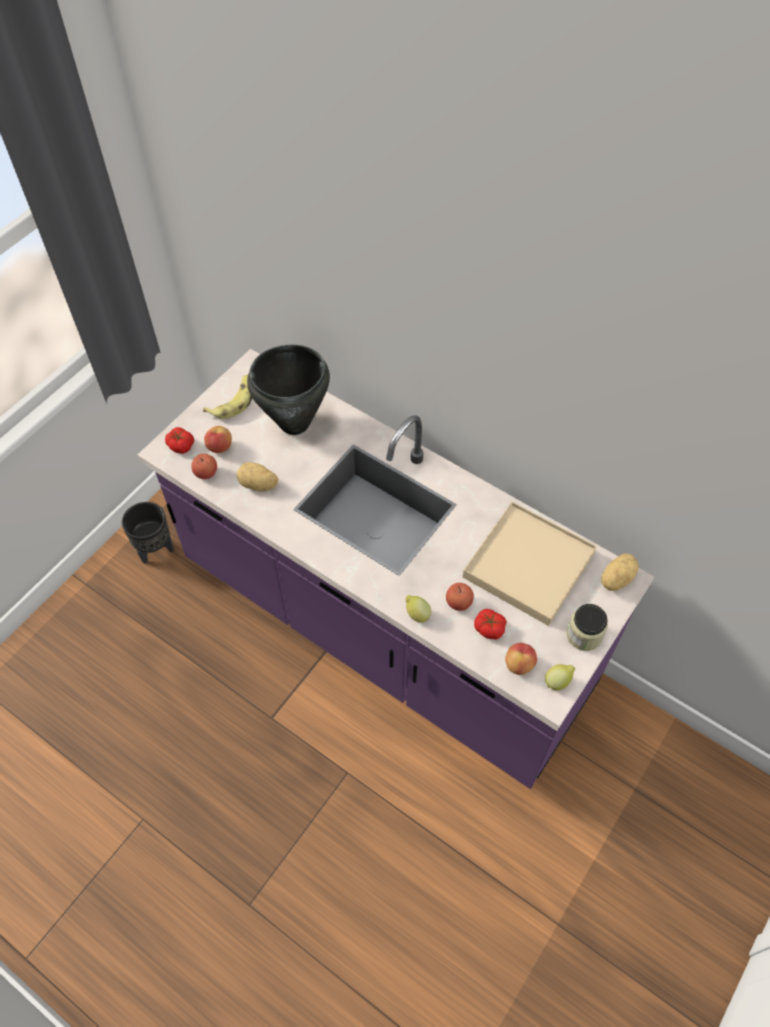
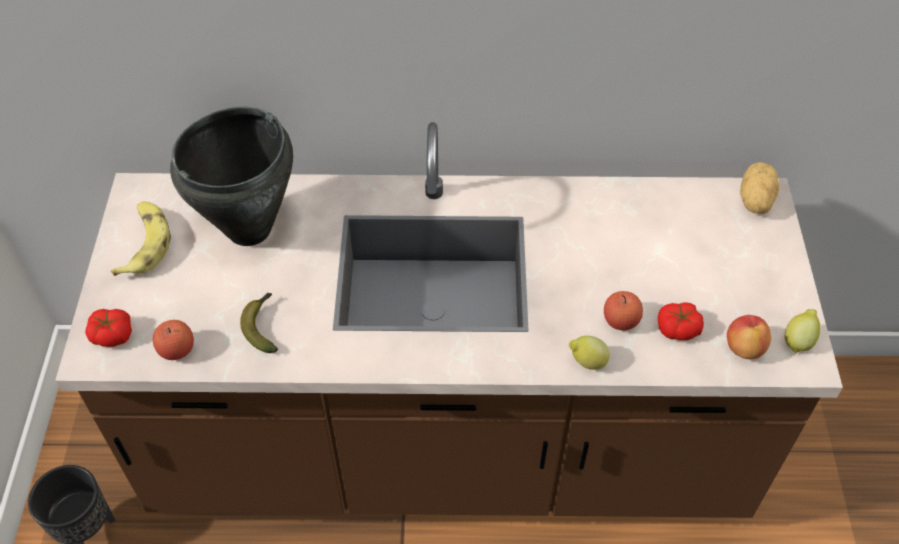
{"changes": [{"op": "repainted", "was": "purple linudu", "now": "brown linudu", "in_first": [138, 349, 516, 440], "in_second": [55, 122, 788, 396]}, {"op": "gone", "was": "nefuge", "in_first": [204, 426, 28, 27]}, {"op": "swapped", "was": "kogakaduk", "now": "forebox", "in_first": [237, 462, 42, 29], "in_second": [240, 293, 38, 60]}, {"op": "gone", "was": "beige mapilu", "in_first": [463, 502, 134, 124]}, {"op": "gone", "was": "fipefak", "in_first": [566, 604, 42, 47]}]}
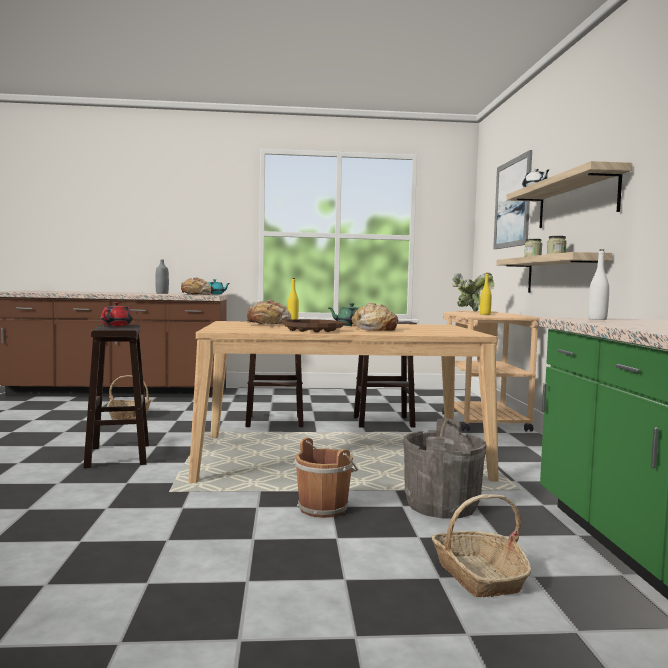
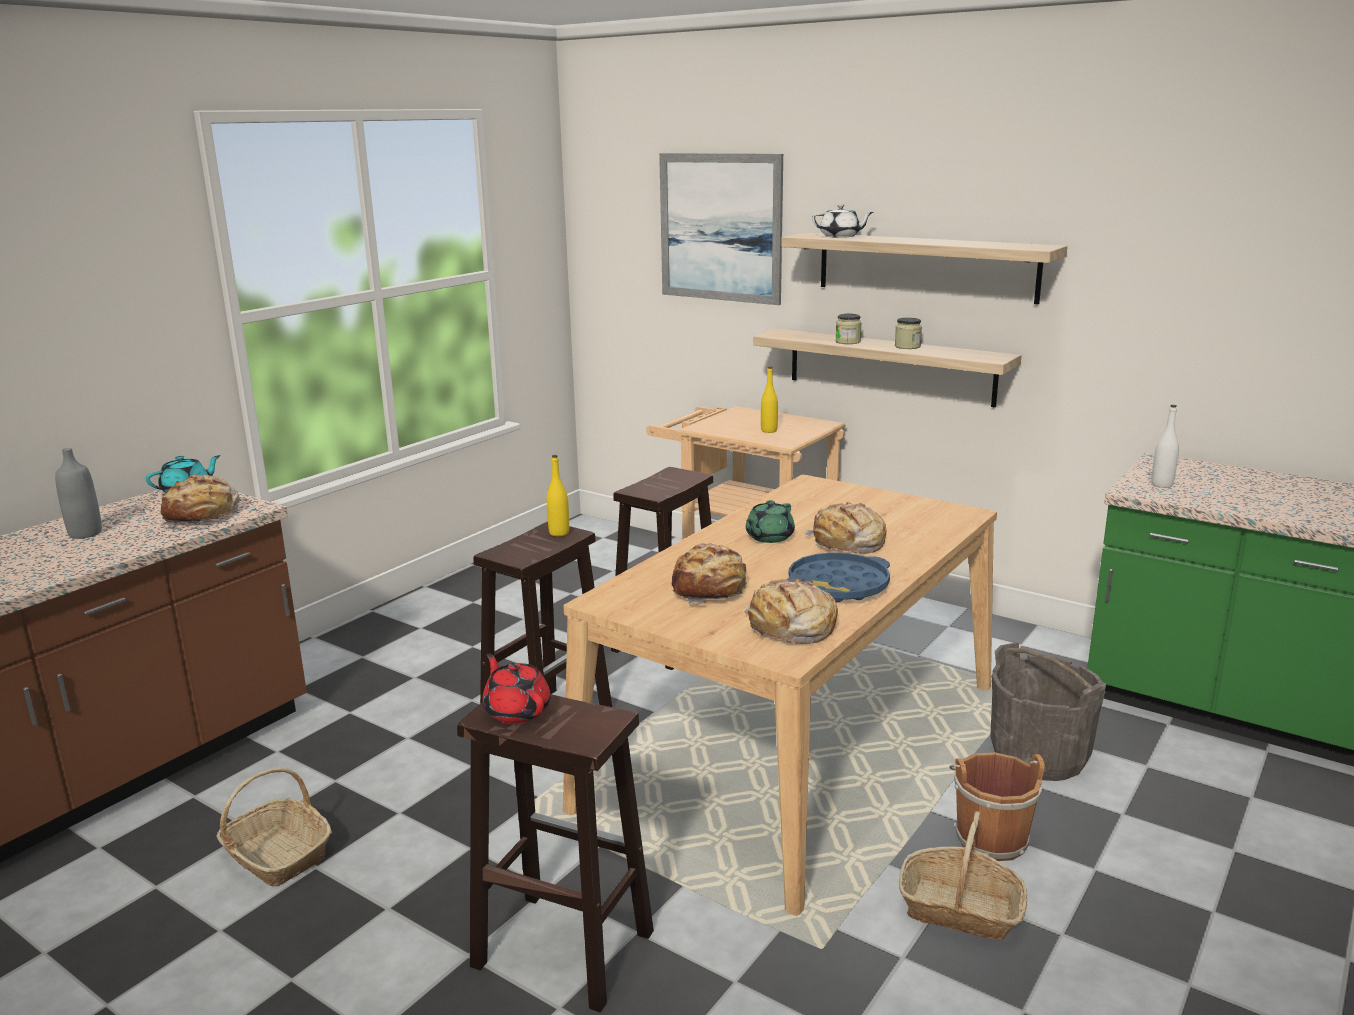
{"changes": [{"op": "gone", "was": "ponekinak", "in_first": [452, 273, 43, 39]}, {"op": "repainted", "was": "brown mapilu", "now": "blue mapilu", "in_first": [280, 319, 68, 13], "in_second": [787, 553, 103, 49]}, {"op": "shifted", "was": "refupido", "in_first": [432, 494, 100, 103], "in_second": [899, 811, 128, 130]}, {"op": "new", "now": "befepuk", "in_second": [744, 578, 94, 66]}]}
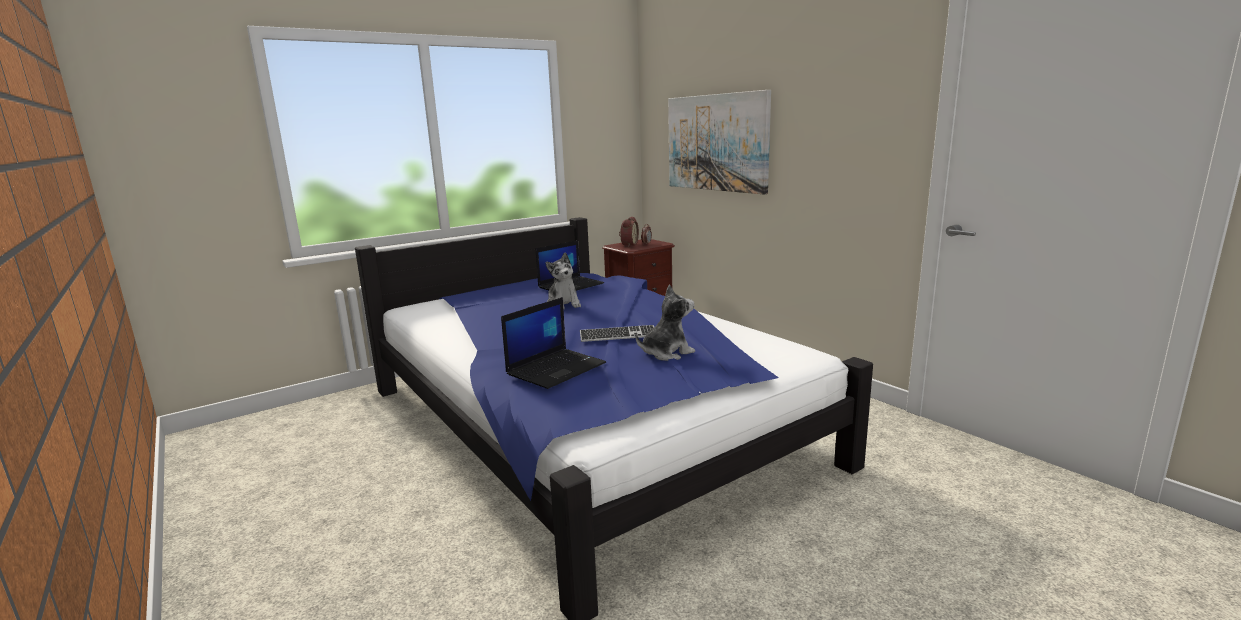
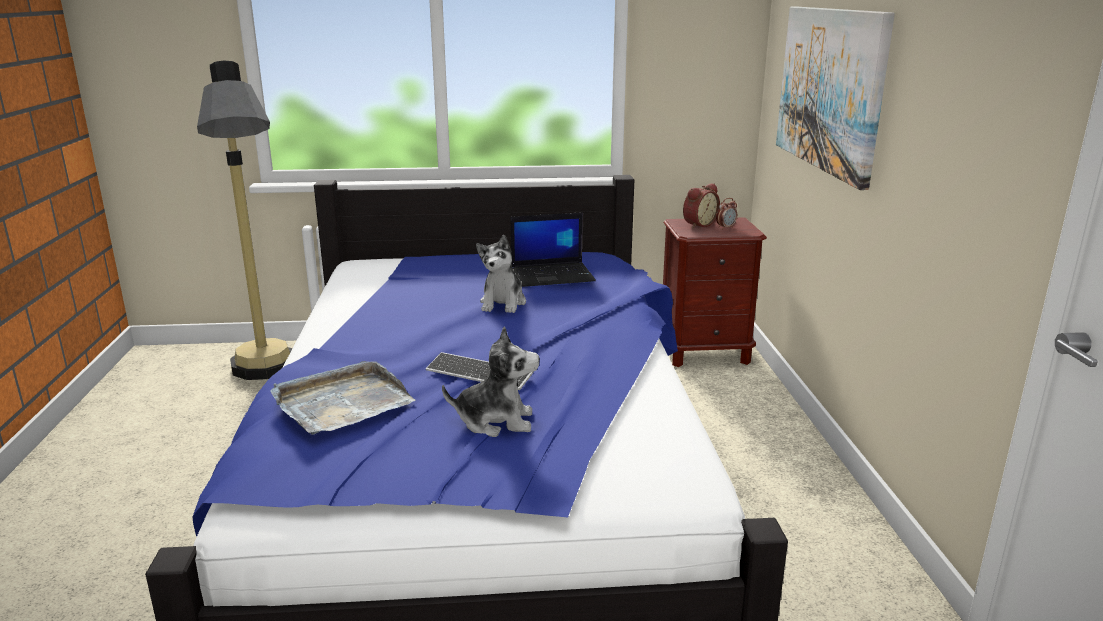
{"changes": [{"op": "swapped", "was": "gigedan", "now": "grey mapilu", "in_first": [501, 297, 105, 92], "in_second": [270, 361, 145, 74]}, {"op": "new", "now": "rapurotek", "in_second": [197, 60, 95, 320]}]}
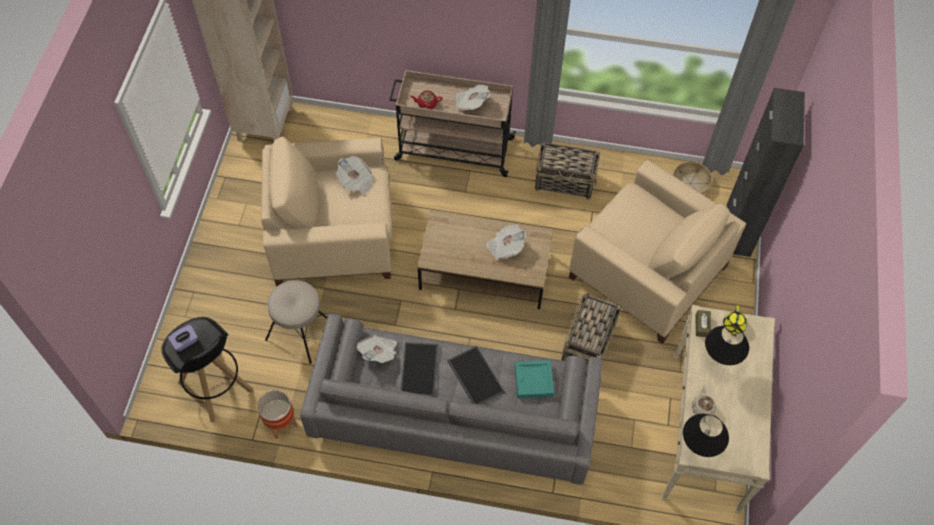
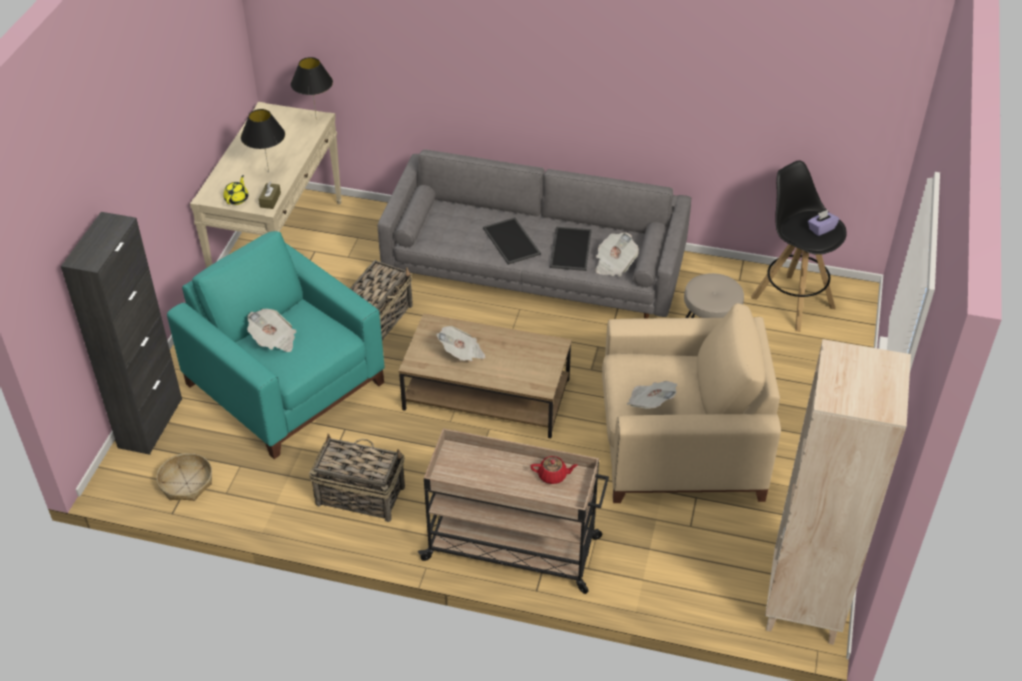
{"changes": [{"op": "shifted", "was": "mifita", "in_first": [456, 85, 34, 25], "in_second": [247, 309, 49, 43]}, {"op": "repainted", "was": "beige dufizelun", "now": "turquoise dufizelun", "in_first": [569, 160, 177, 184], "in_second": [167, 231, 218, 228]}, {"op": "gone", "was": "turquoise mapilu", "in_first": [515, 360, 39, 39]}, {"op": "gone", "was": "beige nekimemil", "in_first": [692, 384, 24, 38]}, {"op": "gone", "was": "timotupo", "in_first": [257, 390, 40, 49]}]}
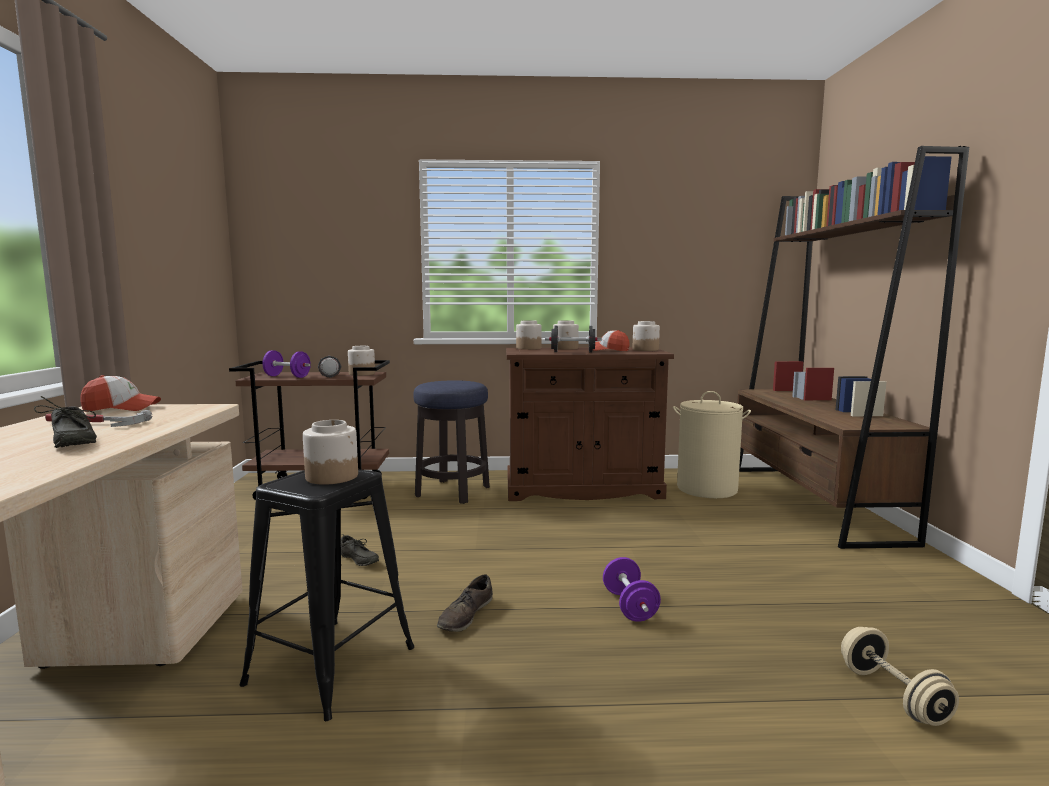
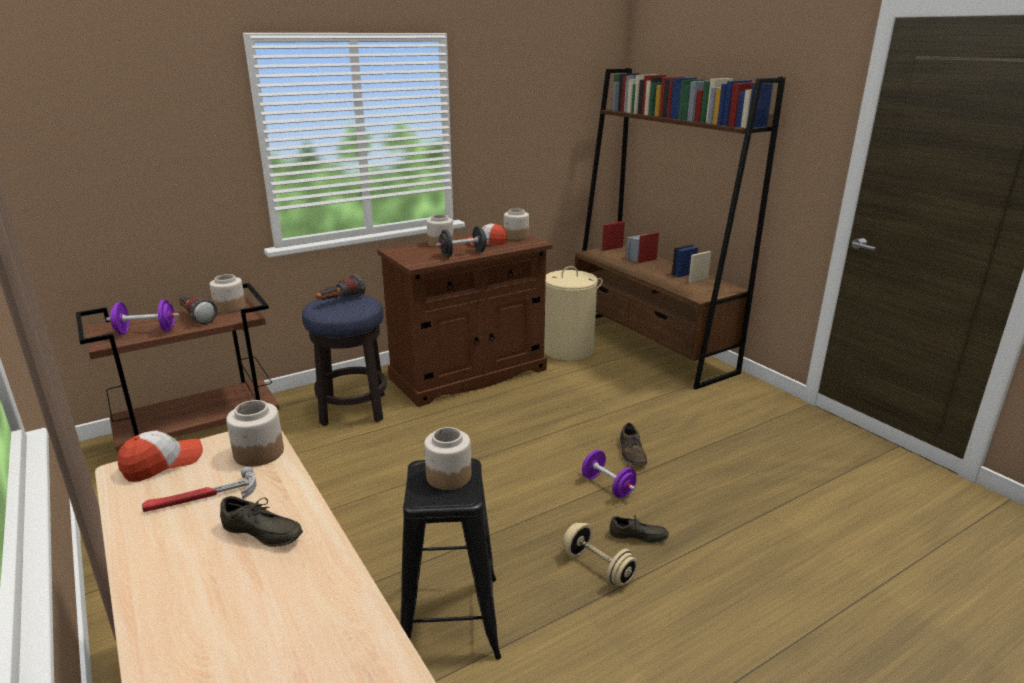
{"changes": [{"op": "shifted", "was": "fipefak", "in_first": [516, 320, 26, 30], "in_second": [226, 400, 58, 67]}, {"op": "shifted", "was": "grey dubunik", "in_first": [341, 534, 38, 32], "in_second": [610, 515, 59, 29]}, {"op": "shifted", "was": "brown dubunik", "in_first": [437, 574, 56, 58], "in_second": [620, 423, 27, 43]}, {"op": "shifted", "was": "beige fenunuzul", "in_first": [841, 627, 118, 99], "in_second": [563, 523, 75, 63]}, {"op": "new", "now": "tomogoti", "in_second": [315, 274, 50, 26]}]}
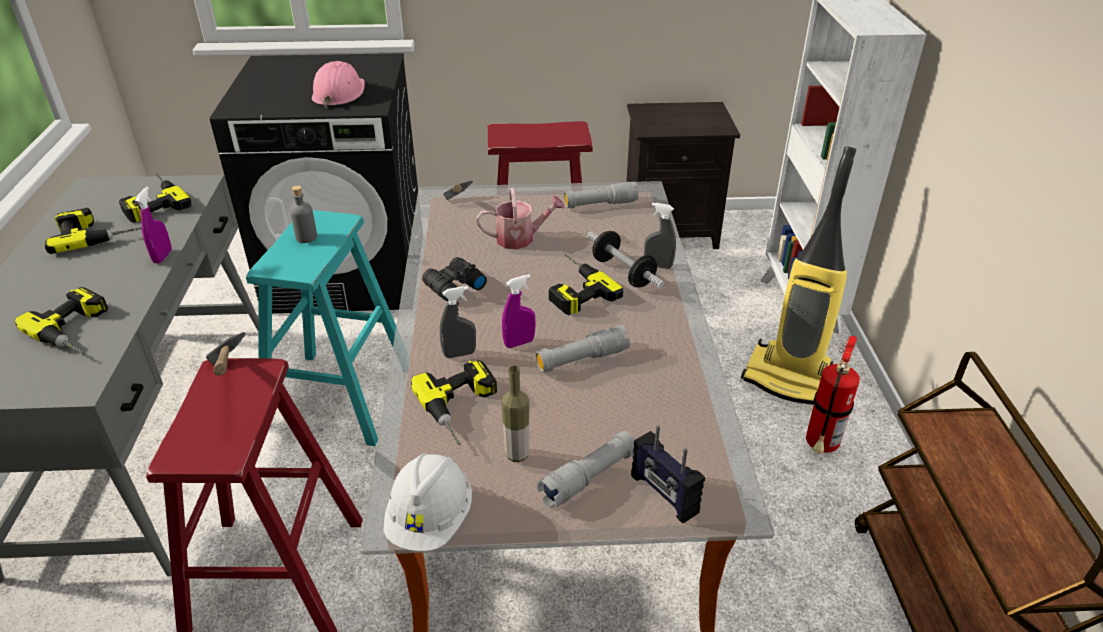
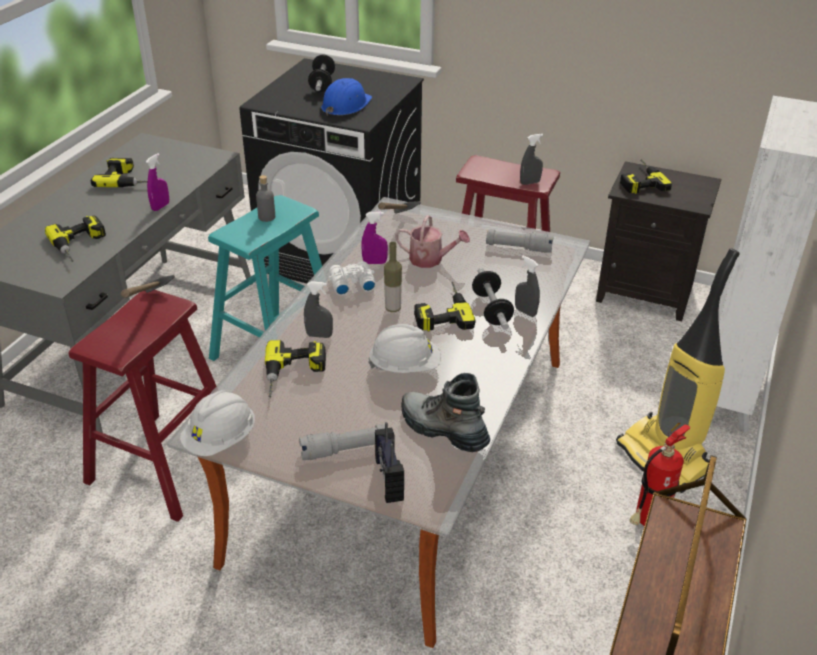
{"changes": [{"op": "repainted", "was": "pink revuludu", "now": "blue revuludu", "in_first": [312, 61, 53, 47], "in_second": [321, 78, 51, 38]}, {"op": "shifted", "was": "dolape", "in_first": [119, 174, 72, 49], "in_second": [620, 160, 52, 34]}, {"op": "repainted", "was": "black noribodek", "now": "white noribodek", "in_first": [422, 257, 65, 44], "in_second": [328, 261, 48, 35]}, {"op": "shifted", "was": "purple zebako", "in_first": [502, 274, 34, 74], "in_second": [361, 212, 27, 52]}, {"op": "swapped", "was": "grey tomogoti", "now": "white revuludu", "in_first": [535, 325, 95, 48], "in_second": [368, 324, 73, 49]}, {"op": "shifted", "was": "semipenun", "in_first": [501, 366, 28, 96], "in_second": [384, 242, 18, 70]}, {"op": "new", "now": "fenunuzul", "in_second": [308, 54, 27, 38]}, {"op": "new", "now": "grey zebako", "in_second": [520, 134, 23, 51]}, {"op": "new", "now": "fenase", "in_second": [401, 373, 89, 79]}]}
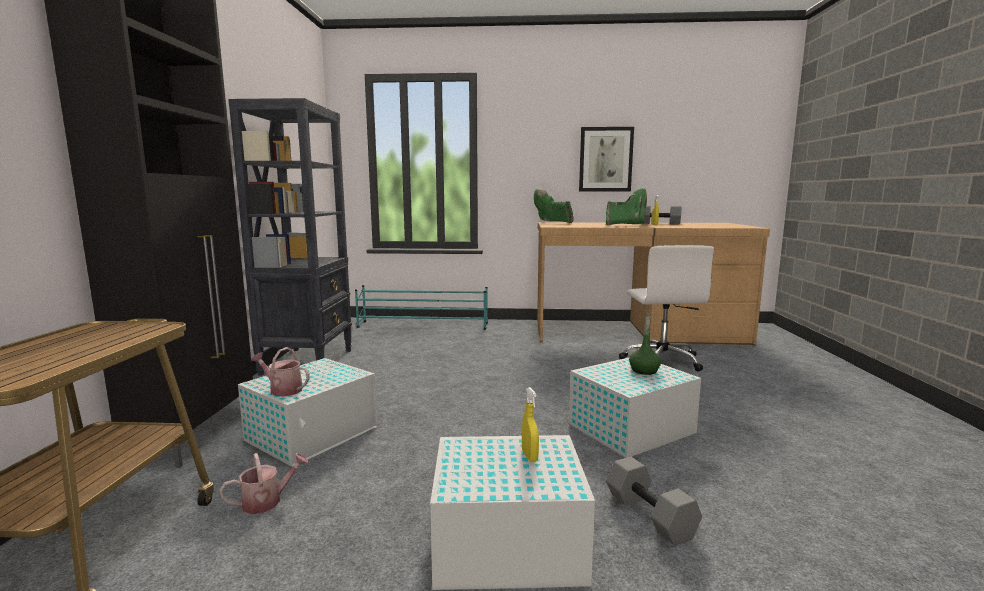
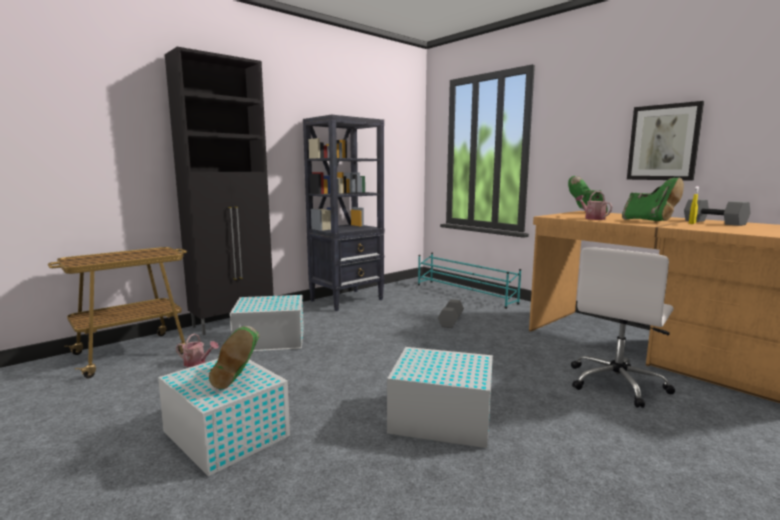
{"changes": [{"op": "gone", "was": "green semipenun", "in_first": [629, 313, 32, 62]}, {"op": "shifted", "was": "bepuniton", "in_first": [251, 347, 59, 49], "in_second": [576, 191, 37, 29]}, {"op": "swapped", "was": "yellow zebako", "now": "green fenase", "in_first": [522, 387, 17, 75], "in_second": [209, 326, 50, 64]}, {"op": "shifted", "was": "grey fenunuzul", "in_first": [606, 457, 96, 89], "in_second": [438, 299, 26, 29]}]}
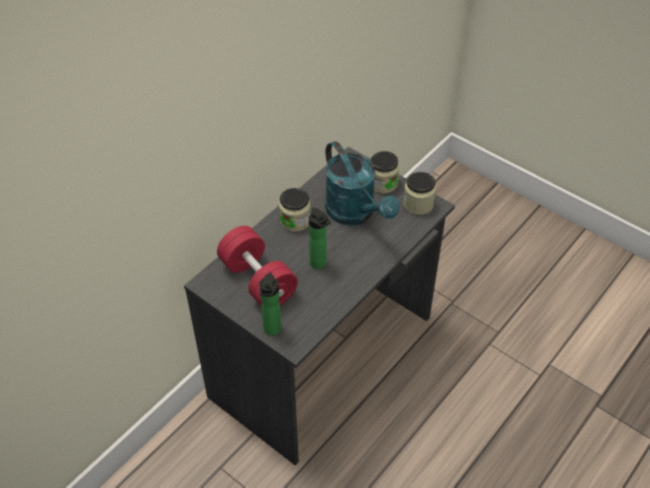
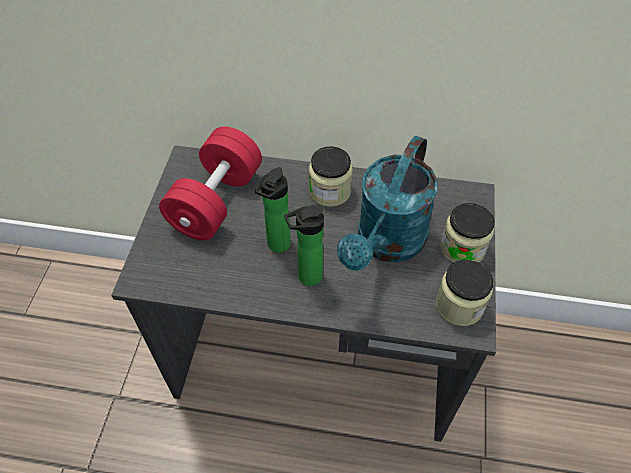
{"changes": [{"op": "shifted", "was": "semipenun", "in_first": [259, 273, 22, 63], "in_second": [284, 205, 40, 81]}]}
